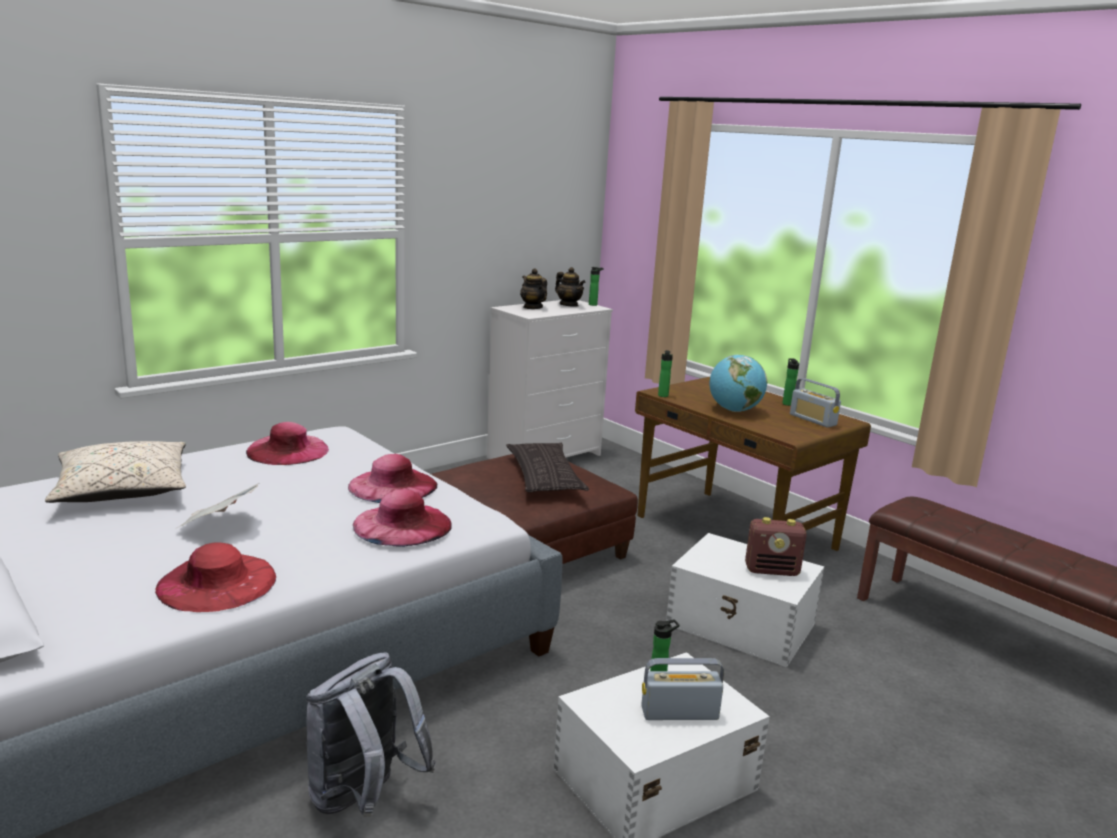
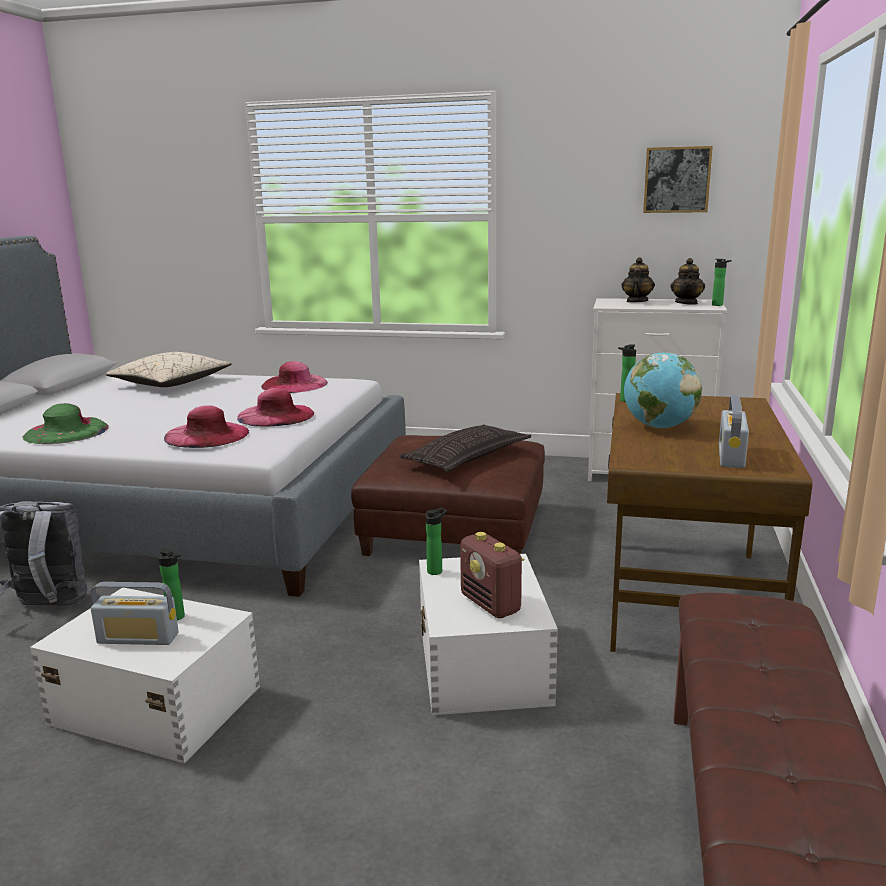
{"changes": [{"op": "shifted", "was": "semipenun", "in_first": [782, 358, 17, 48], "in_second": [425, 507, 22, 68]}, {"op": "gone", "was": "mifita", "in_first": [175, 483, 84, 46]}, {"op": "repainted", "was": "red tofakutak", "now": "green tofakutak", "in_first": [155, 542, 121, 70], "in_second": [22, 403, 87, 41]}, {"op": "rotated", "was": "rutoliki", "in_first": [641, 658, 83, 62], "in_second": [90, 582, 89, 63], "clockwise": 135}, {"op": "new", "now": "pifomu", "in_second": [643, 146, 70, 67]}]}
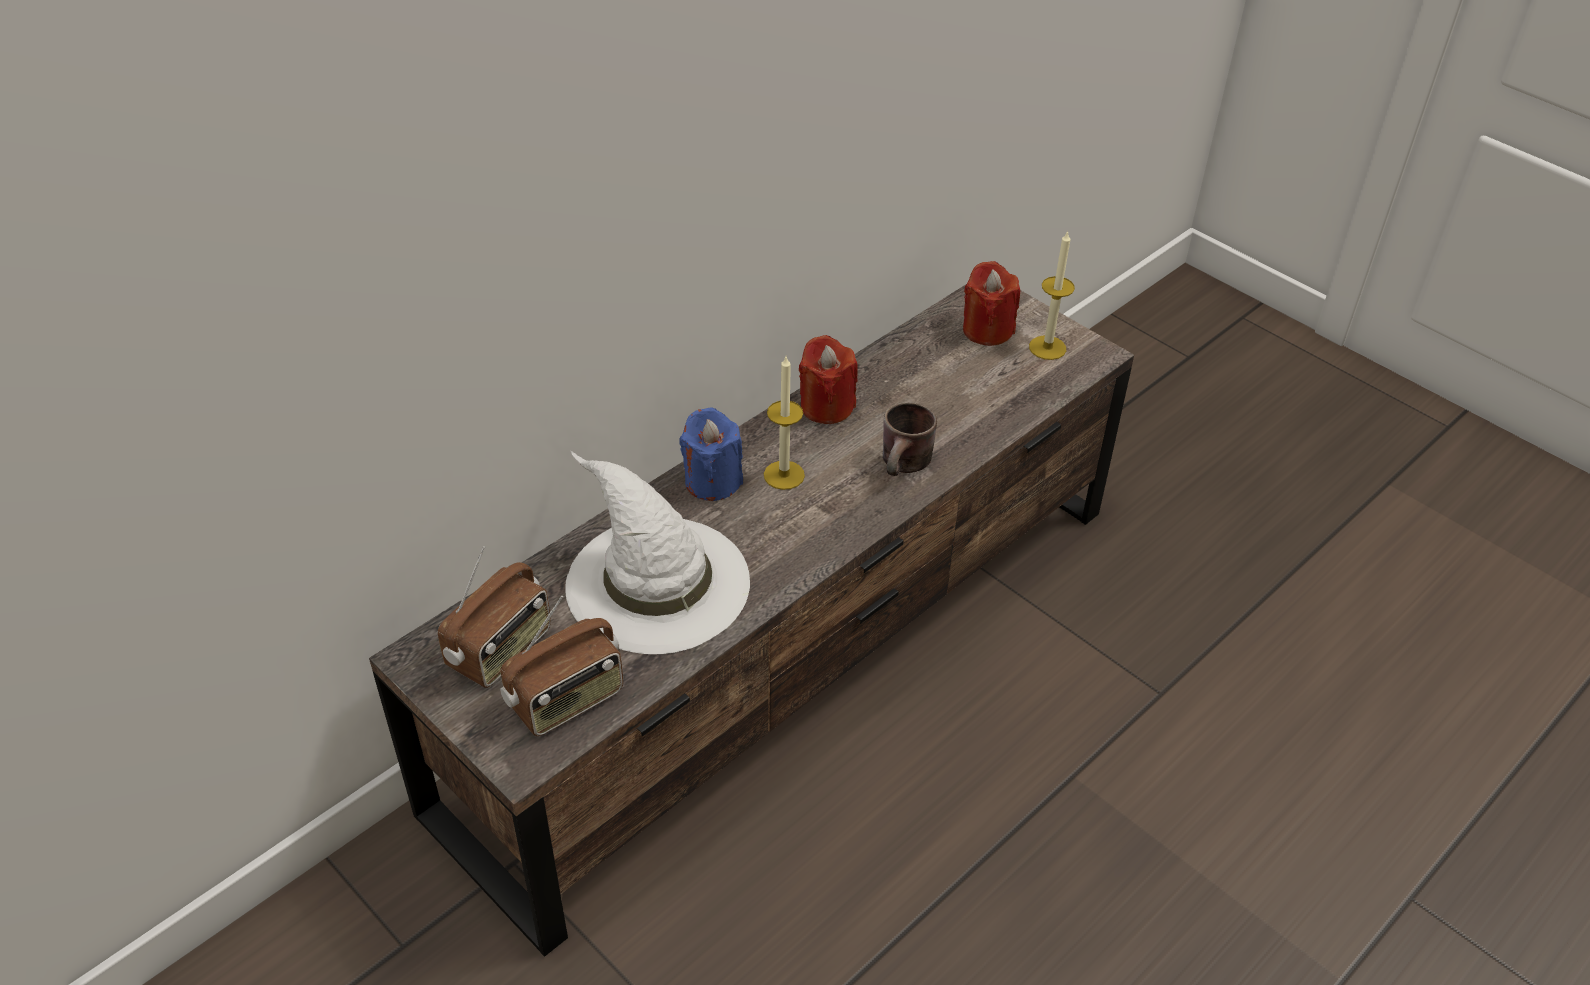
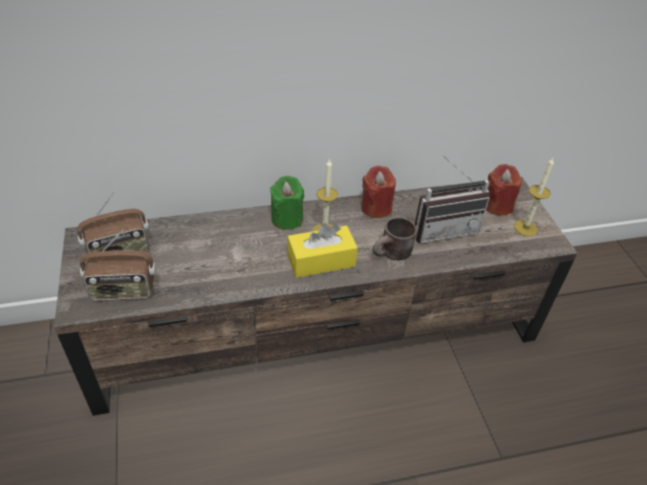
{"changes": [{"op": "repainted", "was": "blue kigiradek", "now": "green kigiradek", "in_first": [679, 407, 64, 94], "in_second": [270, 176, 34, 54]}, {"op": "gone", "was": "white tofakutak", "in_first": [565, 450, 185, 204]}, {"op": "new", "now": "rutoliki", "in_second": [415, 155, 75, 88]}, {"op": "new", "now": "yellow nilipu", "in_second": [287, 223, 71, 55]}]}
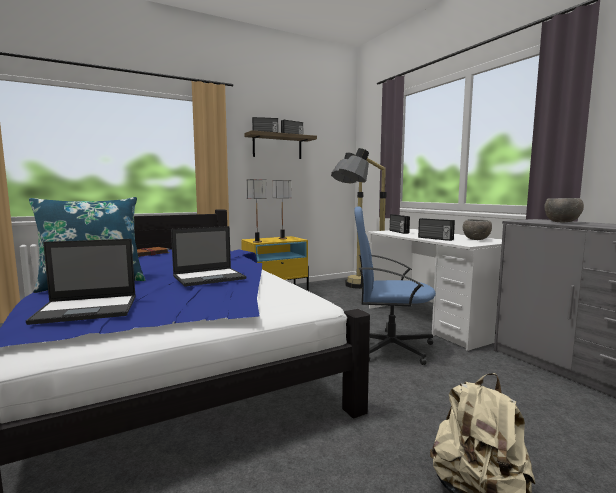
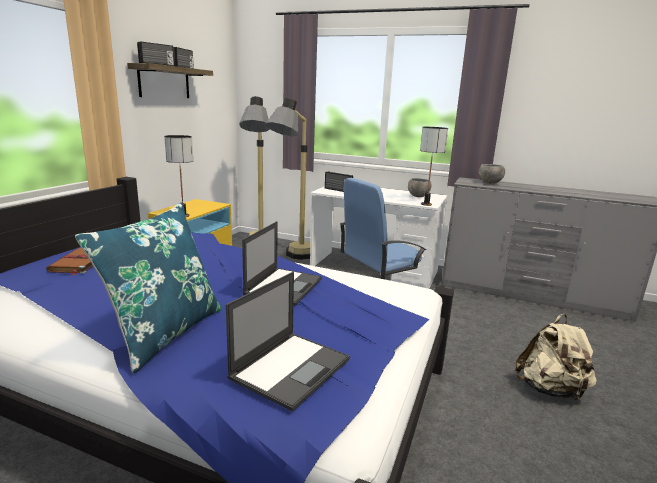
{"changes": [{"op": "shifted", "was": "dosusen", "in_first": [273, 180, 18, 59], "in_second": [420, 127, 28, 79]}, {"op": "gone", "was": "rutoliki", "in_first": [418, 218, 37, 23]}]}
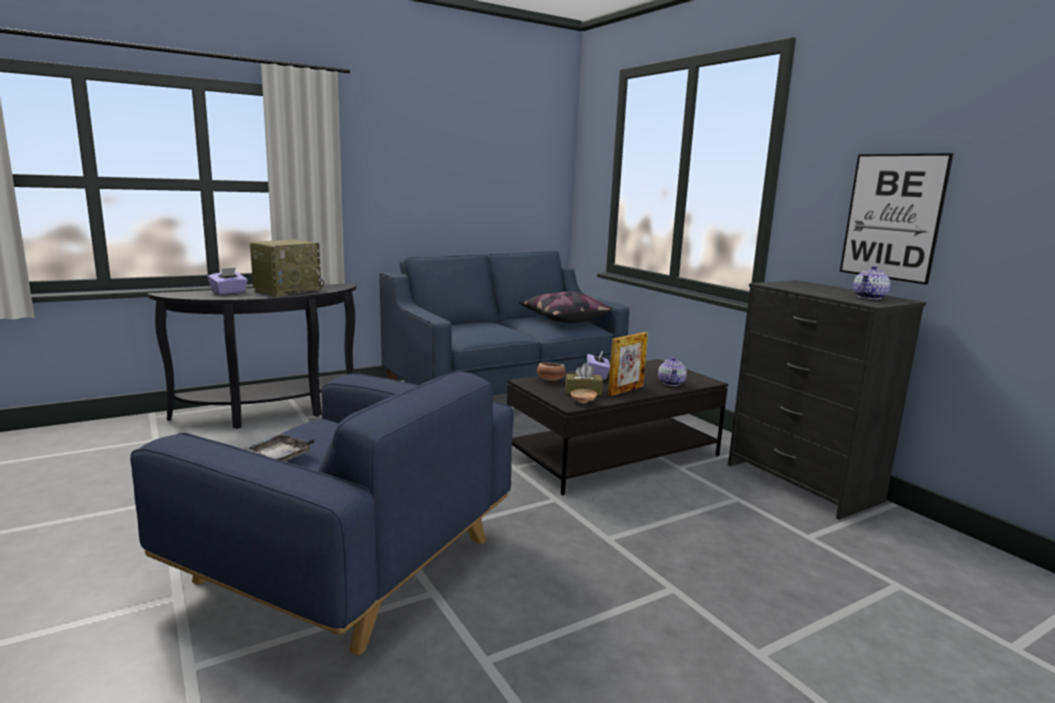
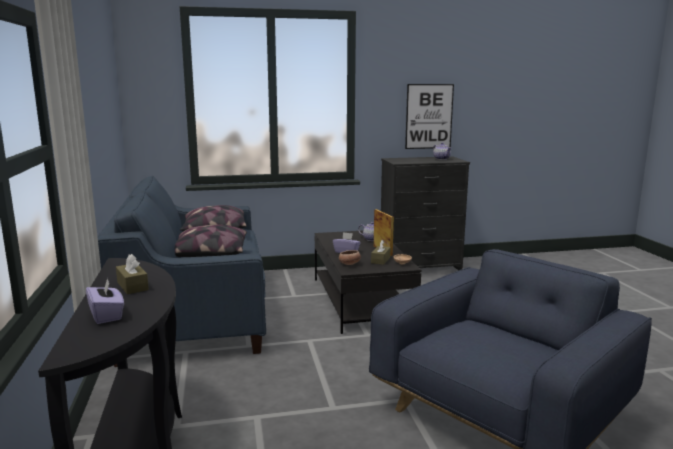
{"changes": [{"op": "swapped", "was": "rutoliki", "now": "brown nilipu", "in_first": [250, 239, 74, 58], "in_second": [116, 254, 33, 40]}, {"op": "gone", "was": "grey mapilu", "in_first": [242, 433, 73, 29]}, {"op": "new", "now": "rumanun", "in_second": [175, 225, 72, 32]}]}
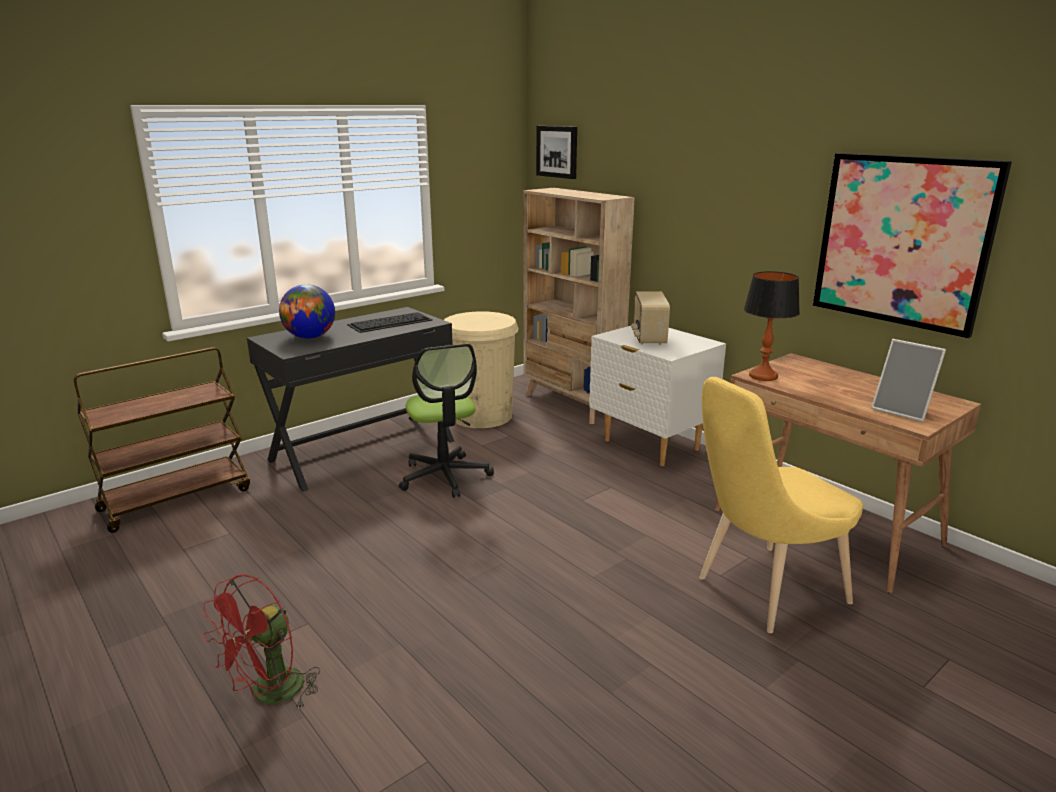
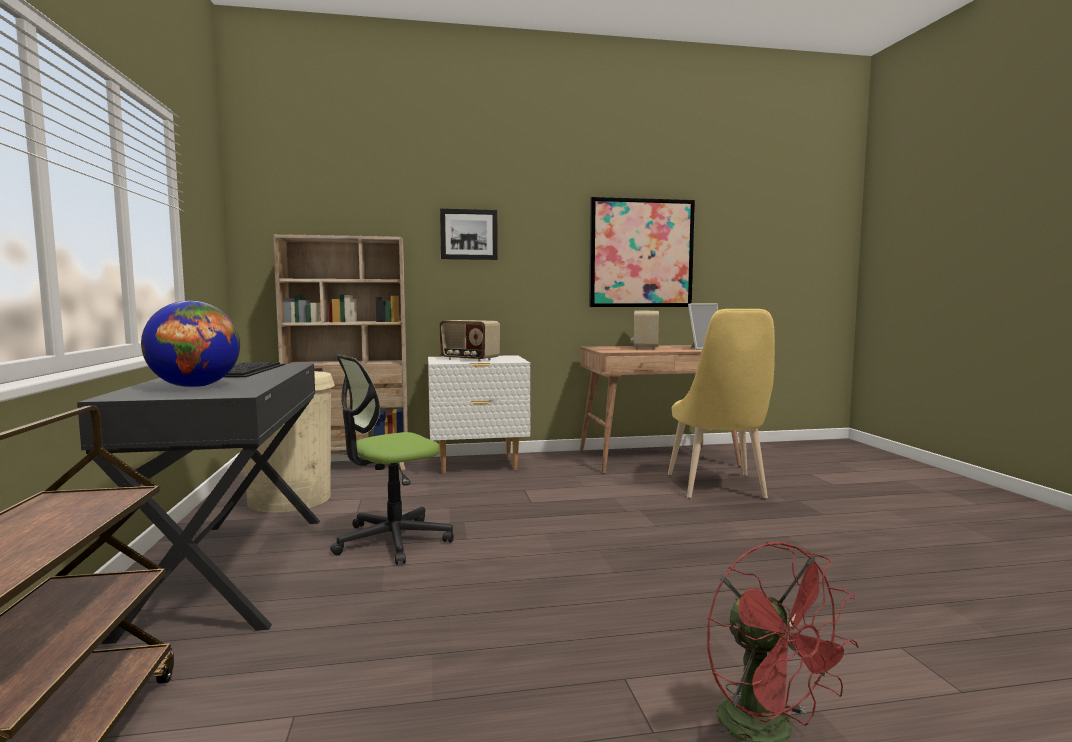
{"changes": [{"op": "shifted", "was": "pifomu", "in_first": [536, 126, 41, 53], "in_second": [440, 208, 58, 52]}, {"op": "gone", "was": "dosusen", "in_first": [744, 271, 56, 110]}, {"op": "rotated", "was": "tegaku", "in_first": [399, 344, 95, 154], "in_second": [330, 354, 124, 211], "clockwise": 135}, {"op": "new", "now": "rutoliki", "in_second": [631, 311, 28, 38]}]}
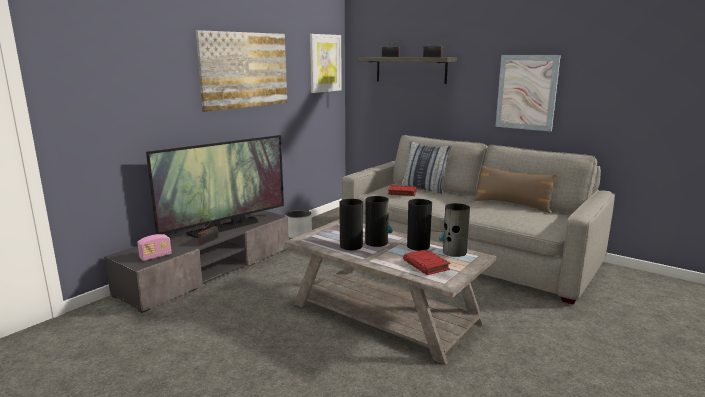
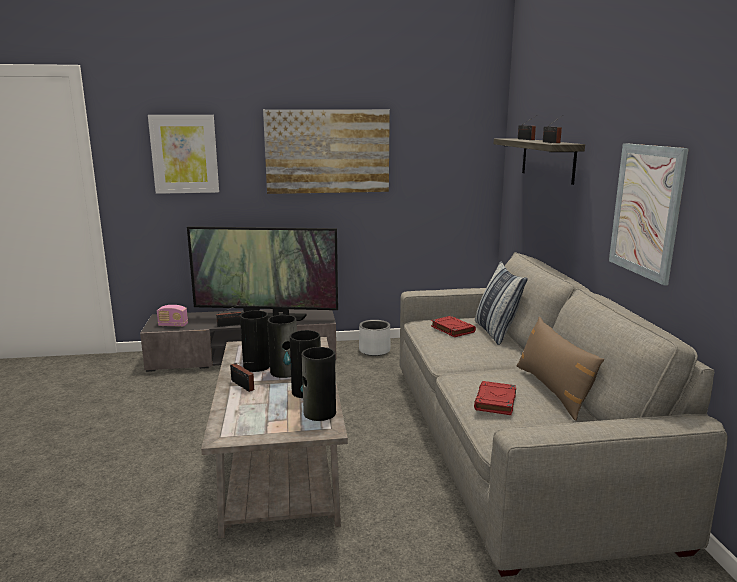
{"changes": [{"op": "shifted", "was": "pifomu", "in_first": [310, 34, 32, 59], "in_second": [148, 115, 71, 79]}, {"op": "shifted", "was": "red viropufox", "in_first": [403, 249, 47, 26], "in_second": [474, 381, 42, 34]}, {"op": "new", "now": "rutoliki", "in_second": [230, 362, 24, 30]}]}
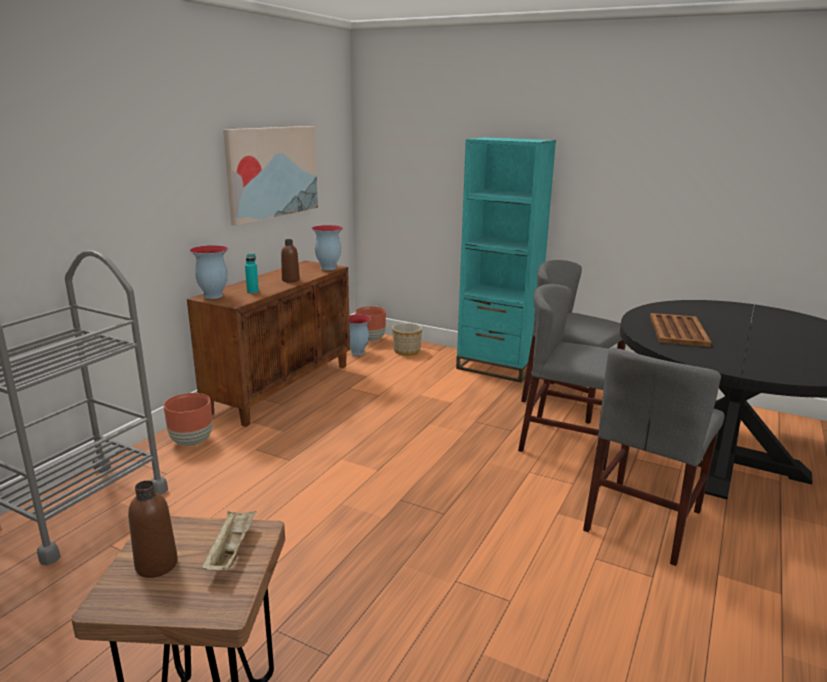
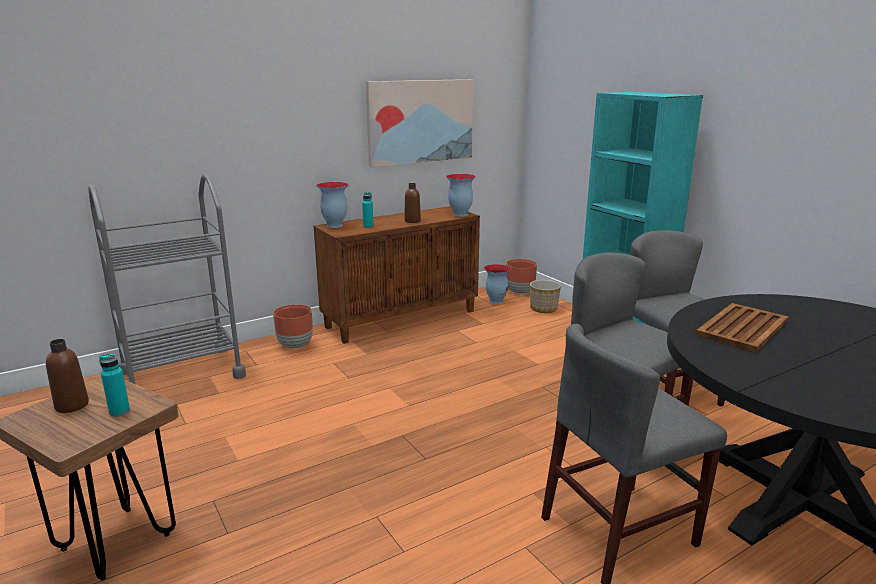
{"changes": [{"op": "swapped", "was": "beige mapilu", "now": "turquoise semipenun", "in_first": [201, 511, 56, 60], "in_second": [99, 353, 31, 64]}]}
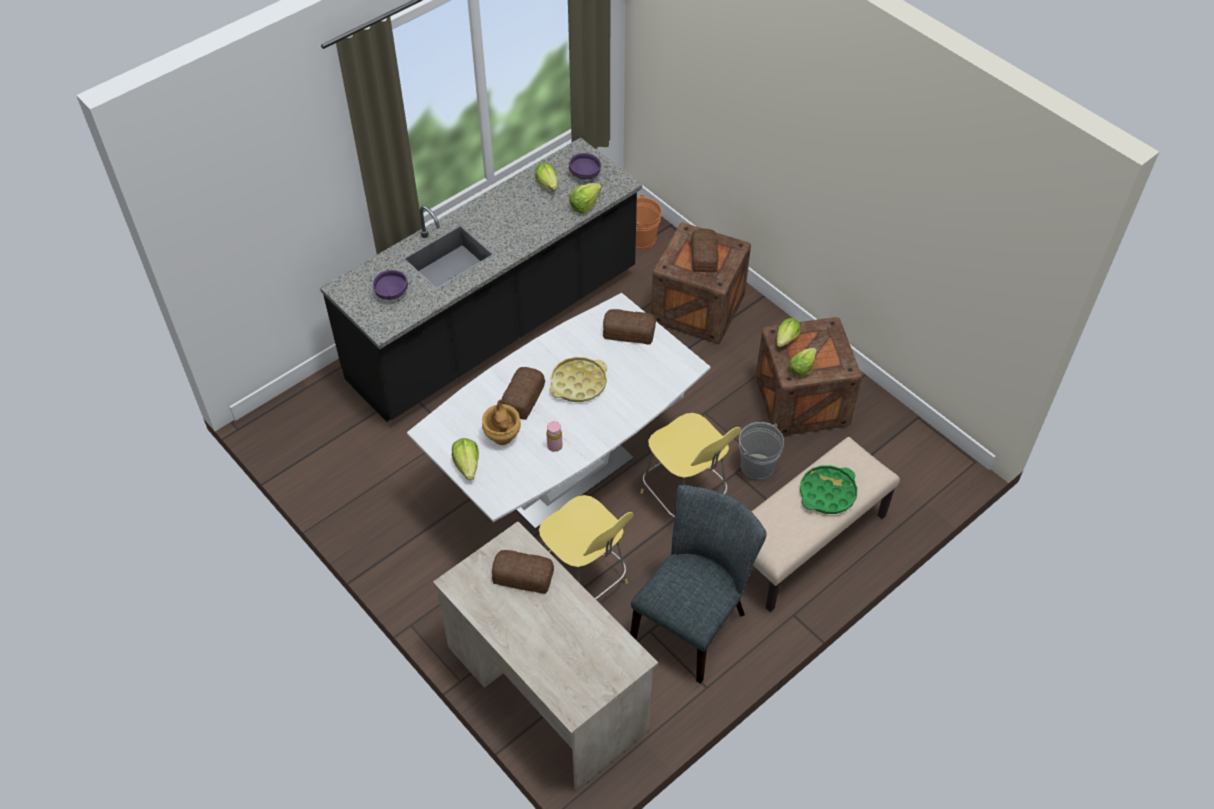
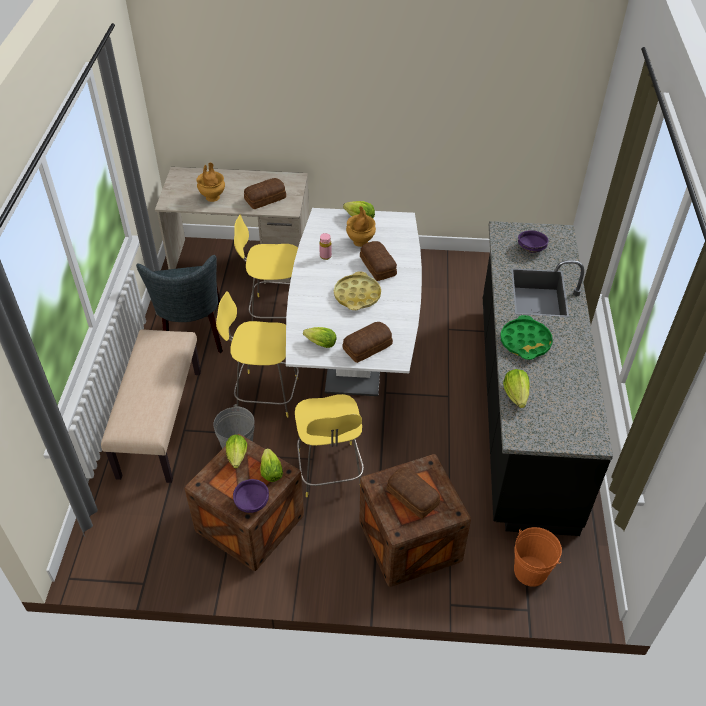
{"changes": [{"op": "shifted", "was": "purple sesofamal", "in_first": [569, 153, 32, 26], "in_second": [233, 479, 36, 34]}, {"op": "shifted", "was": "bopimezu", "in_first": [535, 163, 22, 28], "in_second": [303, 327, 34, 21]}, {"op": "shifted", "was": "green mapilu", "in_first": [800, 465, 57, 49], "in_second": [501, 315, 52, 45]}, {"op": "new", "now": "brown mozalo", "in_second": [197, 162, 28, 40]}, {"op": "new", "now": "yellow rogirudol", "in_second": [295, 394, 69, 103]}]}
